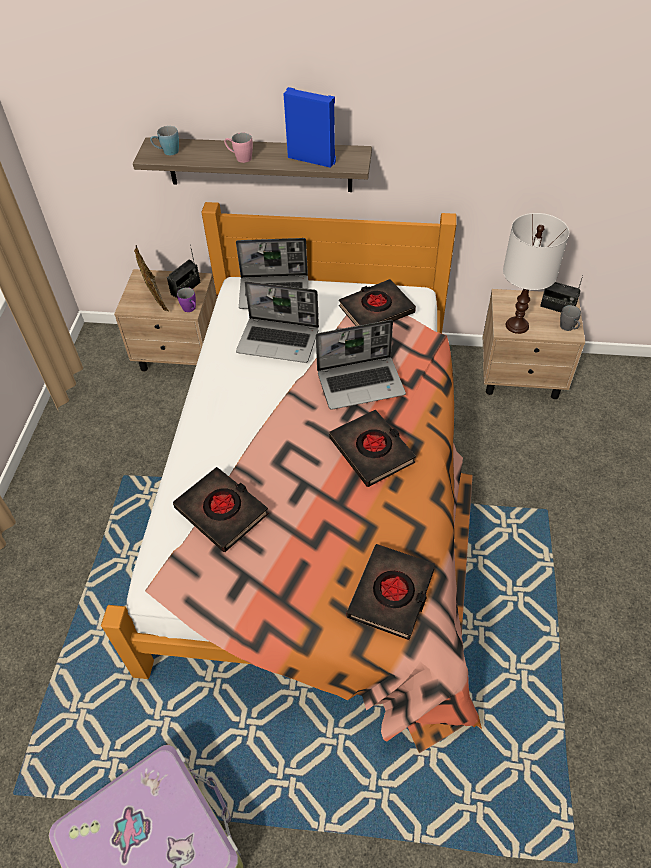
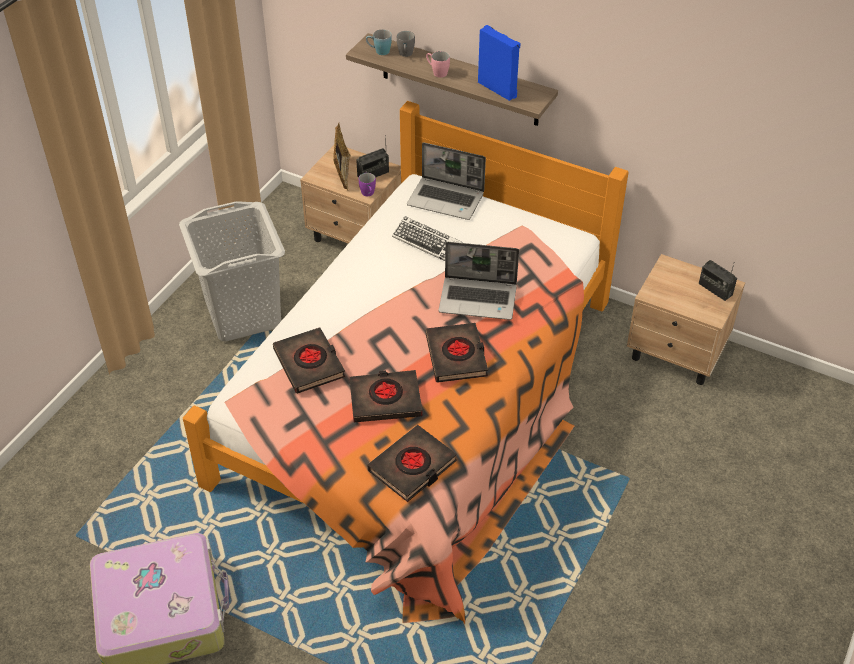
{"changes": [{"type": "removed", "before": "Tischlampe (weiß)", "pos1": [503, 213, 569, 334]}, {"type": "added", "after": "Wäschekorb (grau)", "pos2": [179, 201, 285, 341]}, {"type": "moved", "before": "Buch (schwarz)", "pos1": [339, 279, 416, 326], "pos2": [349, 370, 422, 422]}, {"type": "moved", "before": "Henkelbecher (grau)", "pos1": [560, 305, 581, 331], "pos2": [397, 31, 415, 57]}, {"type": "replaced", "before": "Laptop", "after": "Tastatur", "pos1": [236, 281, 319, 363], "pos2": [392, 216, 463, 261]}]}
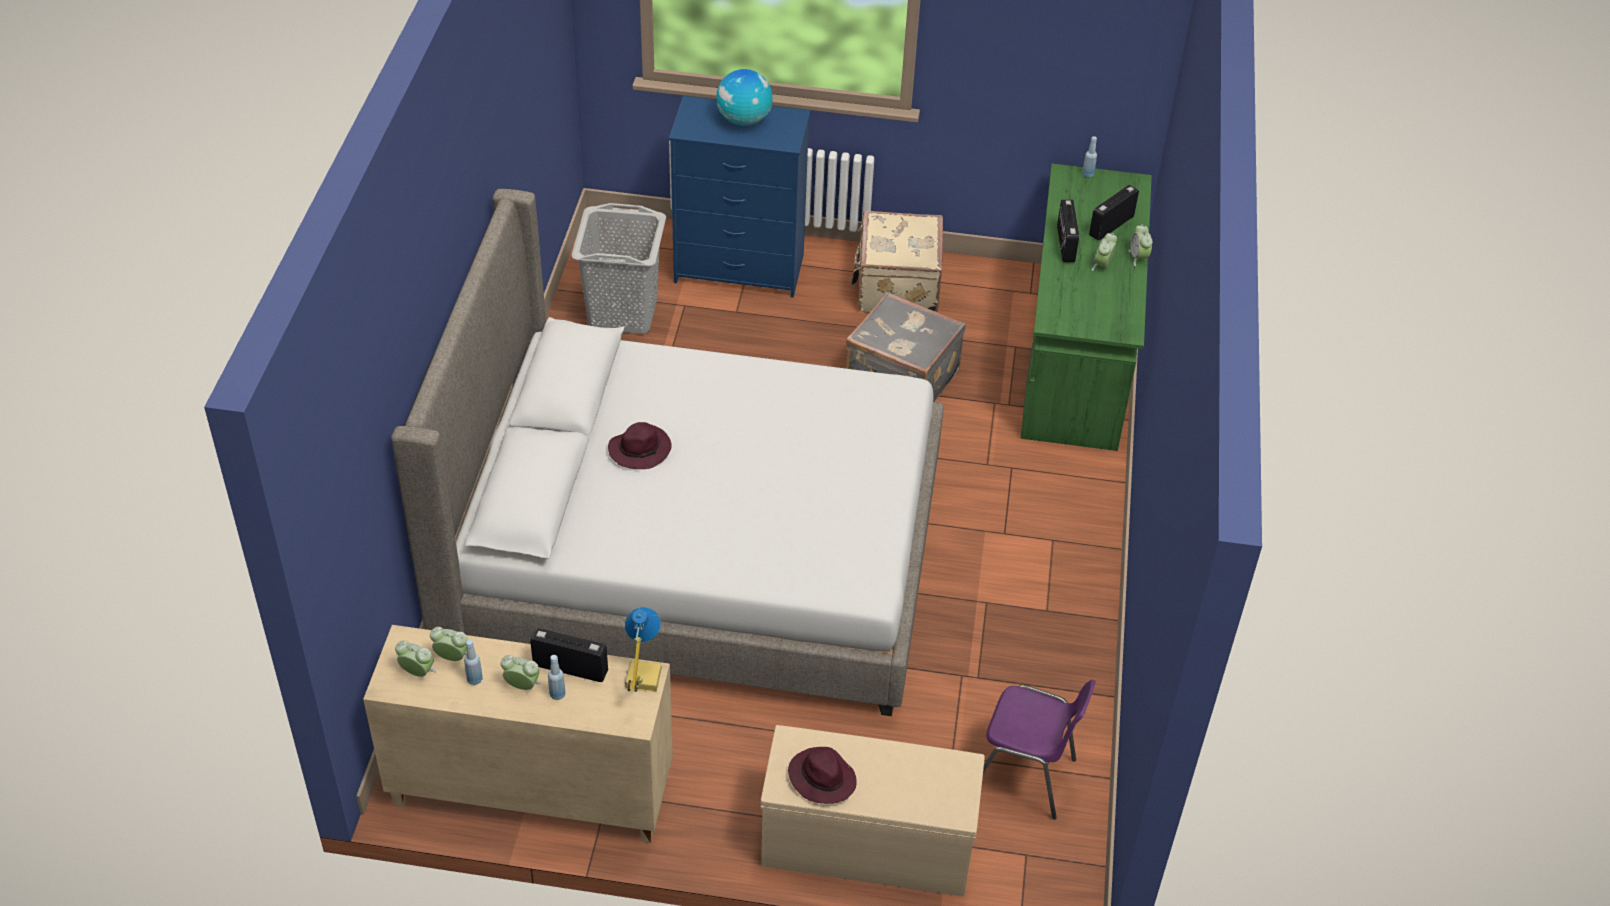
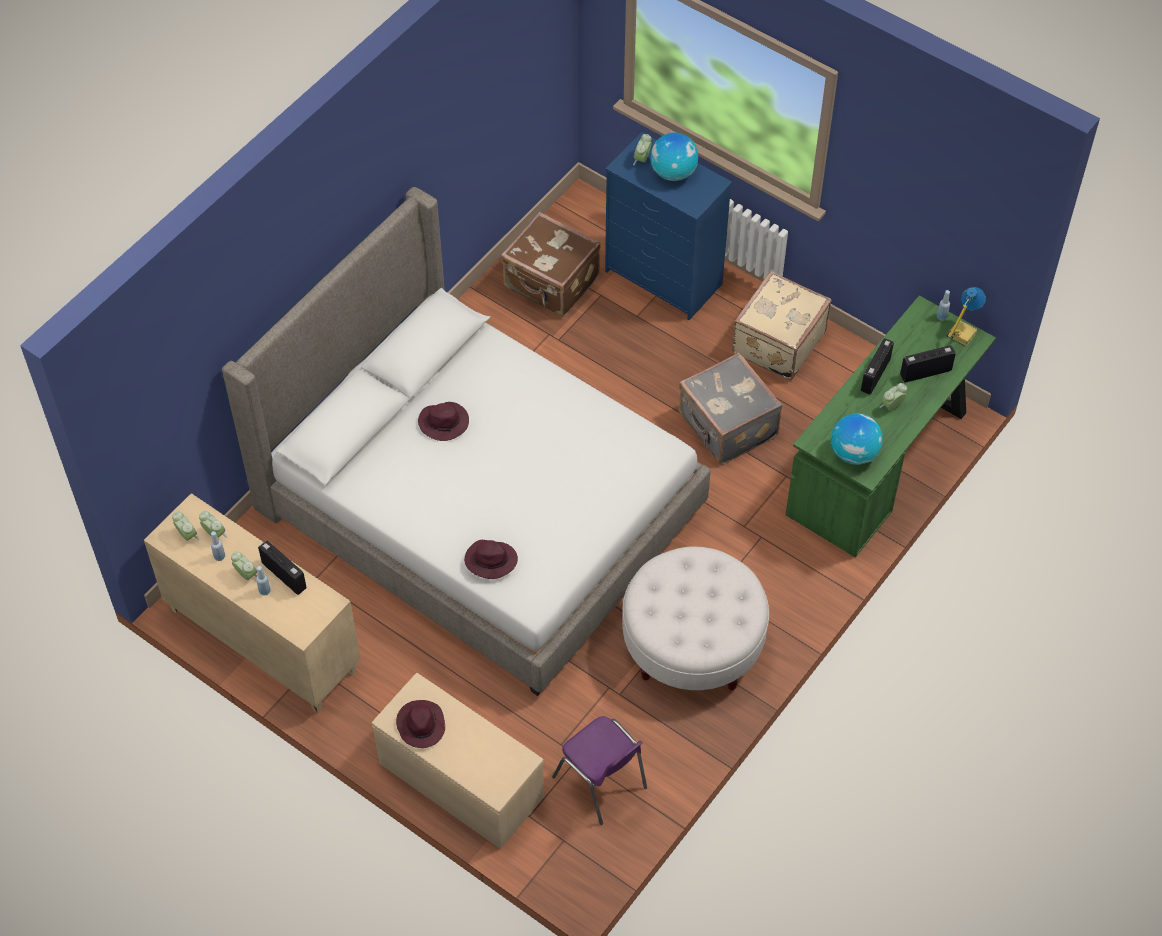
{"changes": [{"type": "added", "after": "Hut (lila)", "pos2": [464, 540, 518, 579]}, {"type": "added", "after": "Polsterhocker (weiß)", "pos2": [622, 547, 769, 690]}, {"type": "added", "after": "Globus", "pos2": [831, 413, 883, 465]}, {"type": "moved", "before": "Tischlampe", "pos1": [625, 607, 662, 692], "pos2": [946, 287, 986, 346]}, {"type": "moved", "before": "Wecker", "pos1": [1128, 224, 1153, 267], "pos2": [633, 134, 652, 166]}, {"type": "replaced", "before": "Wäschekorb (grau)", "after": "Koffer (braun)", "pos1": [571, 203, 666, 334], "pos2": [501, 212, 601, 317]}]}
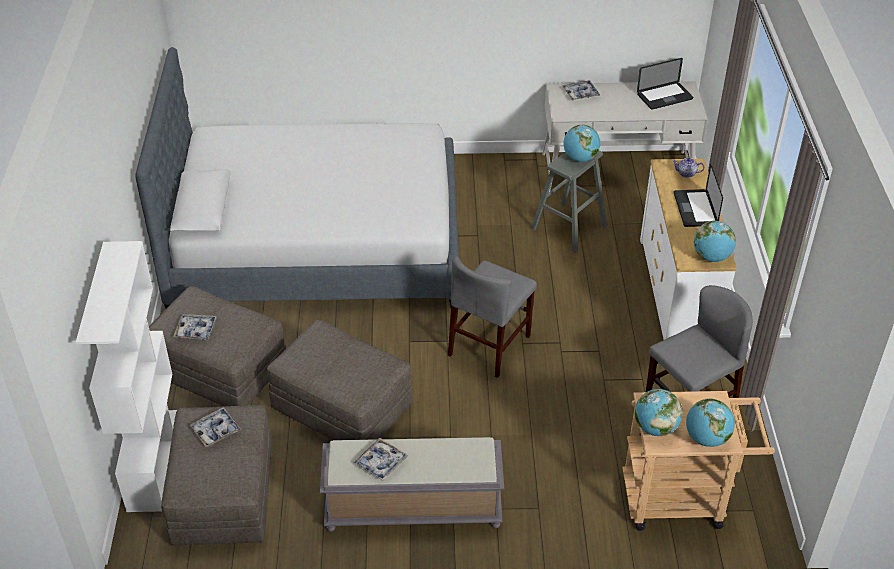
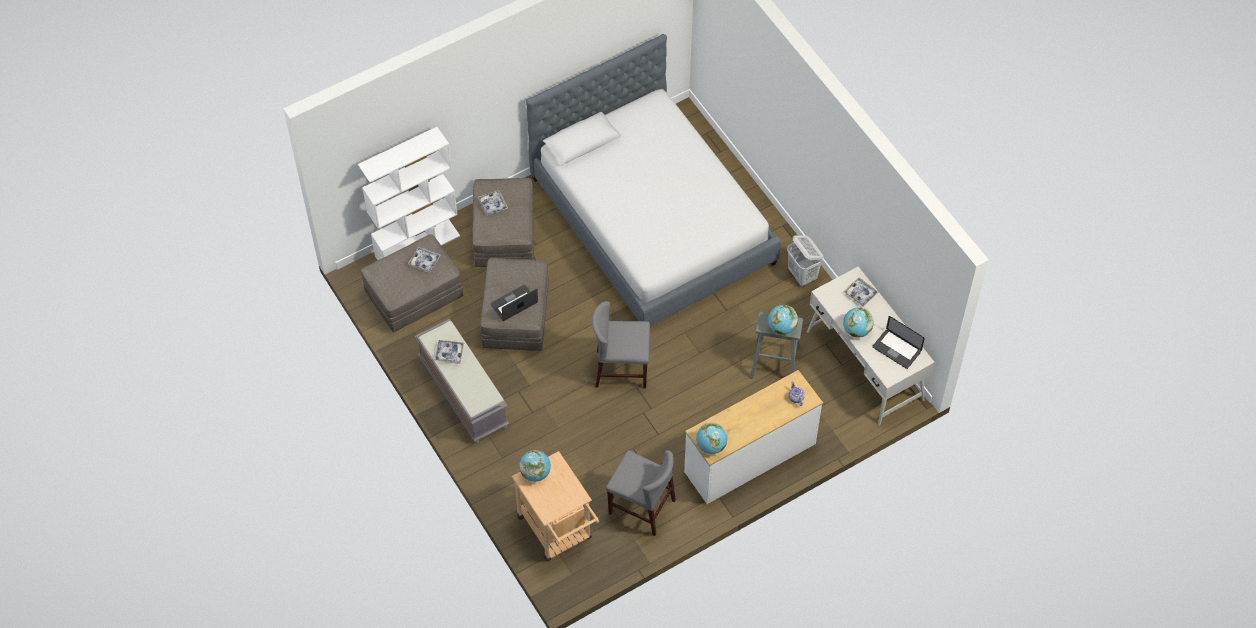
{"changes": [{"type": "added", "after": "Wäschekorb (weiß)", "pos2": [787, 235, 823, 287]}, {"type": "moved", "before": "Laptop", "pos1": [674, 164, 723, 227], "pos2": [491, 285, 538, 321]}, {"type": "moved", "before": "Globus", "pos1": [686, 398, 735, 447], "pos2": [843, 307, 874, 338]}]}
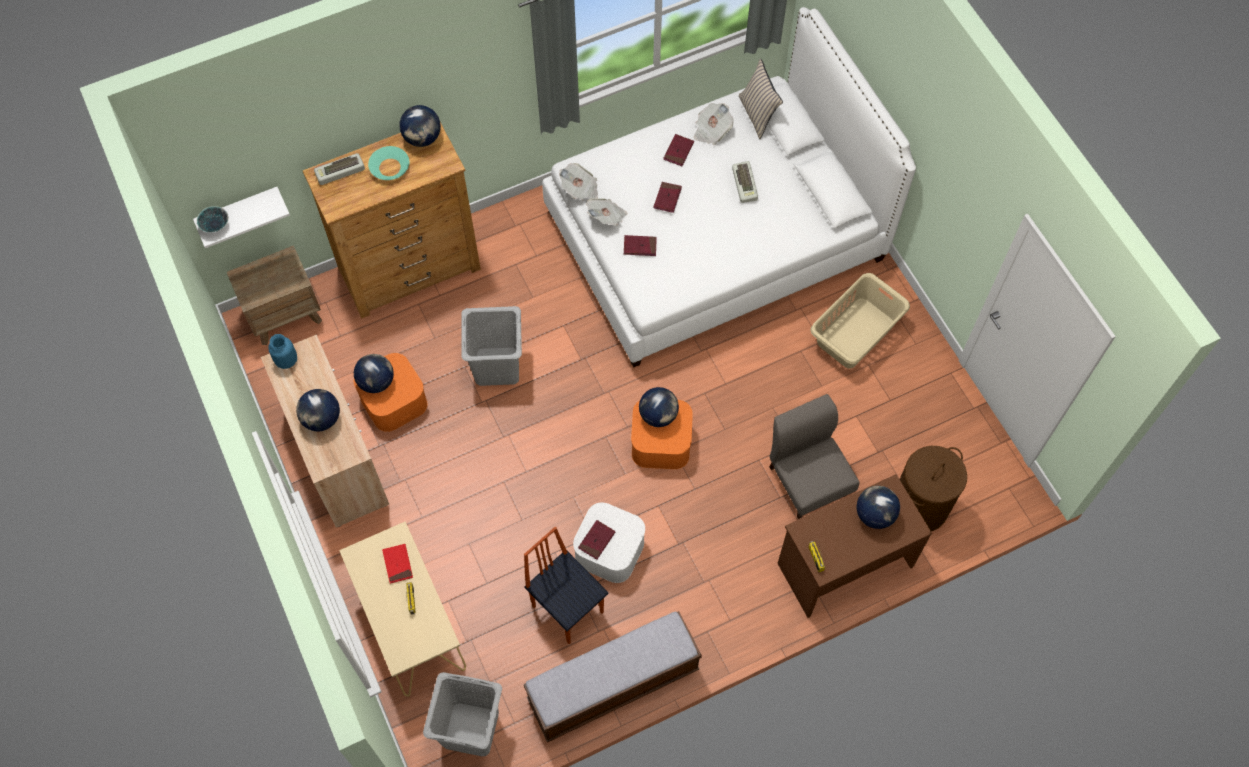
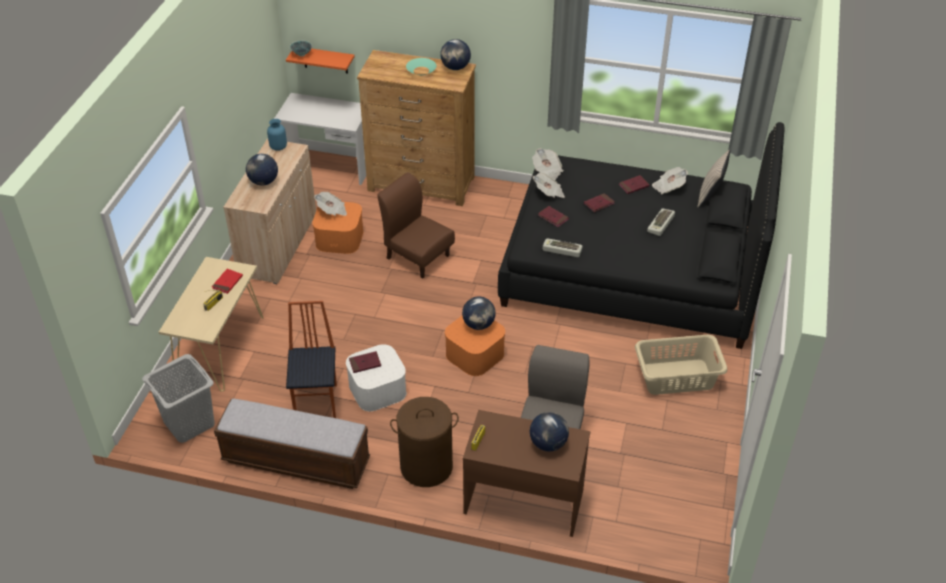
{"changes": [{"type": "moved", "before": "Tastatur", "pos1": [314, 153, 365, 185], "pos2": [543, 238, 583, 257]}, {"type": "moved", "before": "Wäschekorb (braun)", "pos1": [899, 446, 967, 531], "pos2": [390, 397, 459, 487]}, {"type": "replaced", "before": "Nachttisch (braun)", "after": "Schreibtisch (weiß)", "pos1": [227, 246, 322, 345], "pos2": [274, 93, 366, 185]}, {"type": "replaced", "before": "Globus", "after": "Zeitung", "pos1": [354, 354, 394, 393], "pos2": [314, 192, 347, 216]}, {"type": "replaced", "before": "Wäschekorb (grau)", "after": "Stuhl (braun)", "pos1": [462, 306, 522, 386], "pos2": [377, 172, 455, 278]}, {"type": "recoloured", "before": "Wandregal (weiß)", "after": "Wandregal (orange)", "pos1": [193, 187, 290, 248], "pos2": [286, 49, 355, 74]}, {"type": "recoloured", "before": "Bett (weiß)", "after": "Bett (schwarz)", "pos1": [542, 7, 916, 367], "pos2": [498, 122, 785, 349]}]}
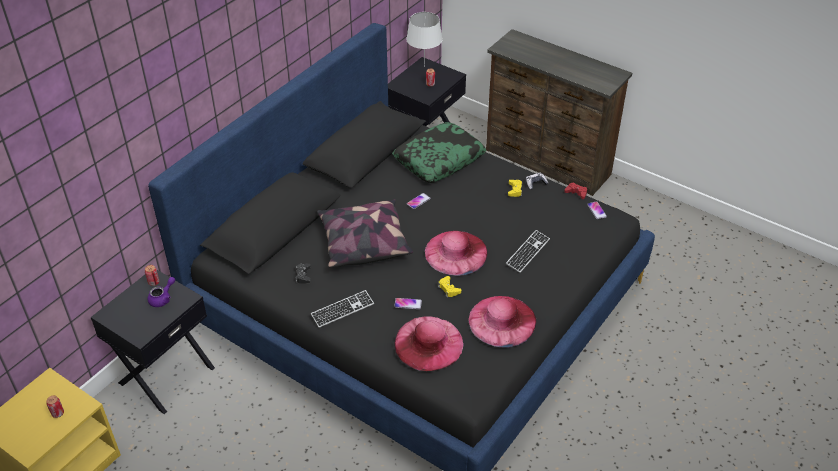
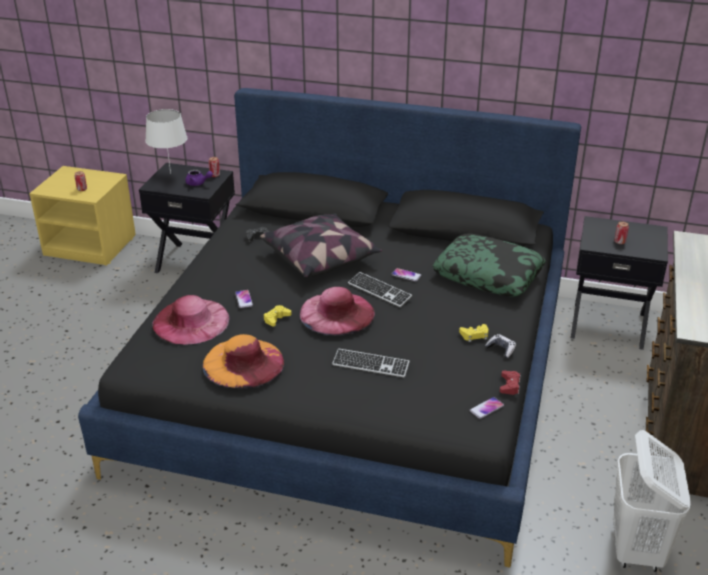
{"changes": [{"type": "added", "after": "Wäschekorb (weiß)", "pos2": [613, 430, 691, 572]}, {"type": "moved", "before": "Tastatur", "pos1": [311, 290, 374, 328], "pos2": [348, 272, 412, 307]}, {"type": "moved", "before": "Tischlampe (weiß)", "pos1": [406, 12, 443, 67], "pos2": [145, 109, 187, 174]}, {"type": "recoloured", "before": "Hut (rosa)", "after": "Hut (orange)", "pos1": [469, 296, 536, 348], "pos2": [203, 334, 284, 388]}]}
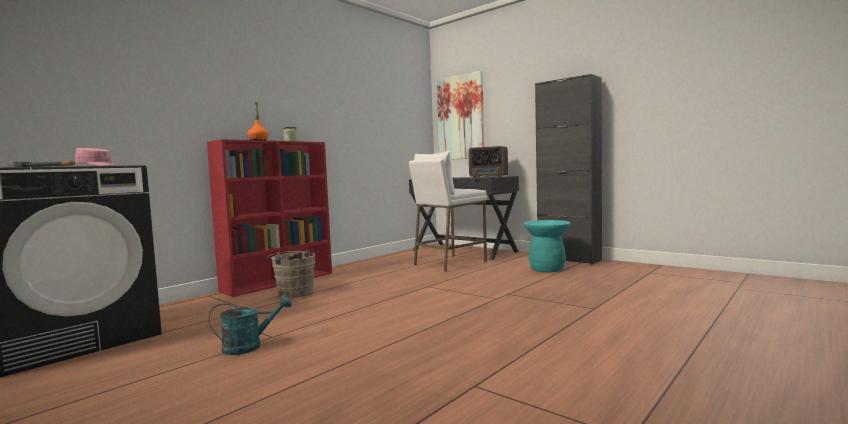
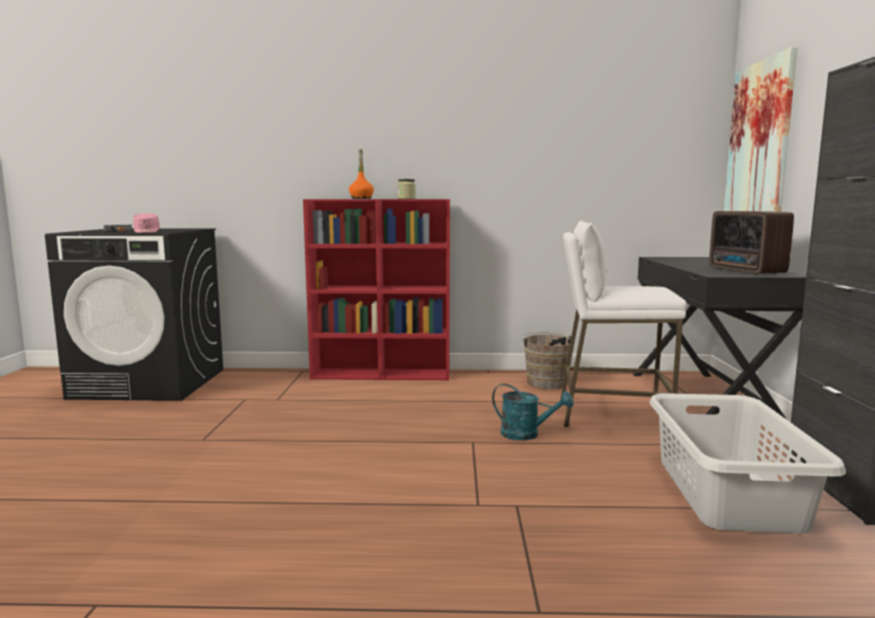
{"changes": [{"type": "moved", "before": "Gießkanne (türkis)", "pos1": [209, 295, 292, 355], "pos2": [492, 384, 573, 440]}, {"type": "moved", "before": "Eimer (braun)", "pos1": [267, 250, 315, 298], "pos2": [522, 332, 571, 389]}, {"type": "replaced", "before": "Hocker (türkis)", "after": "Wäschekorb (grau)", "pos1": [523, 220, 571, 272], "pos2": [650, 393, 846, 533]}]}
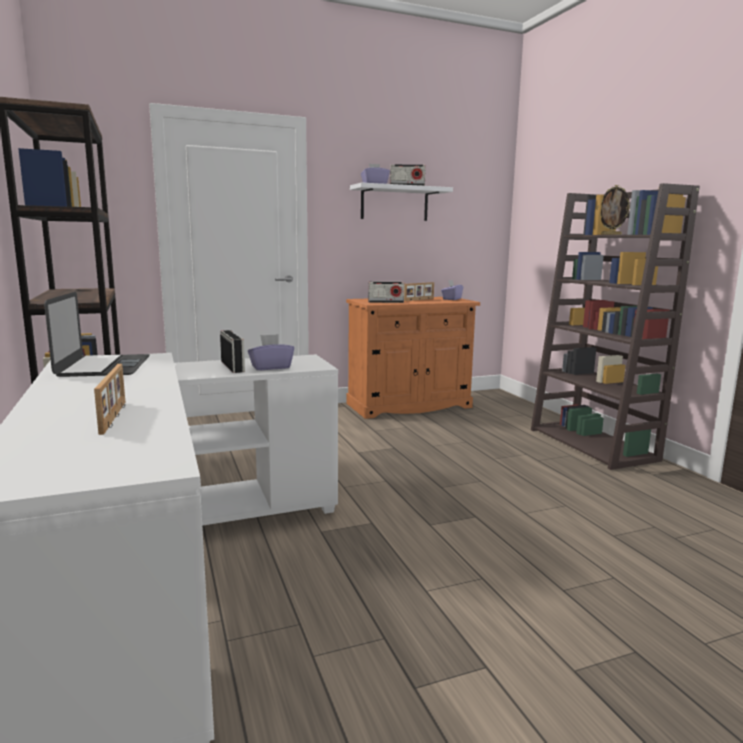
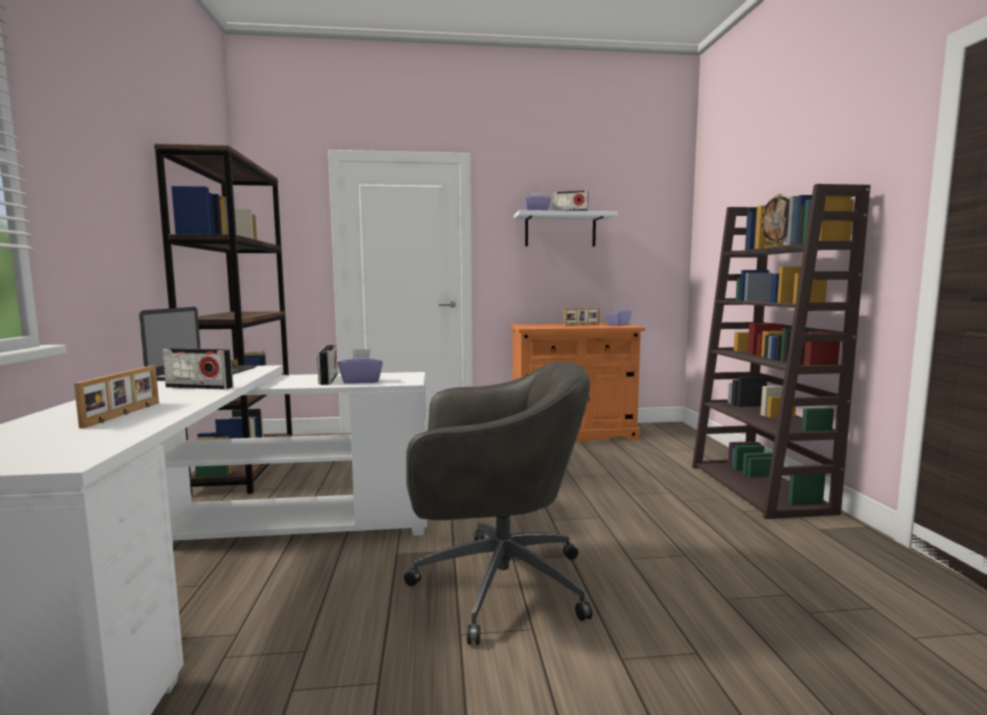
{"changes": [{"type": "added", "after": "Bürostuhl (grau)", "pos2": [404, 361, 593, 645]}, {"type": "moved", "before": "Radio", "pos1": [368, 282, 404, 303], "pos2": [162, 348, 233, 390]}]}
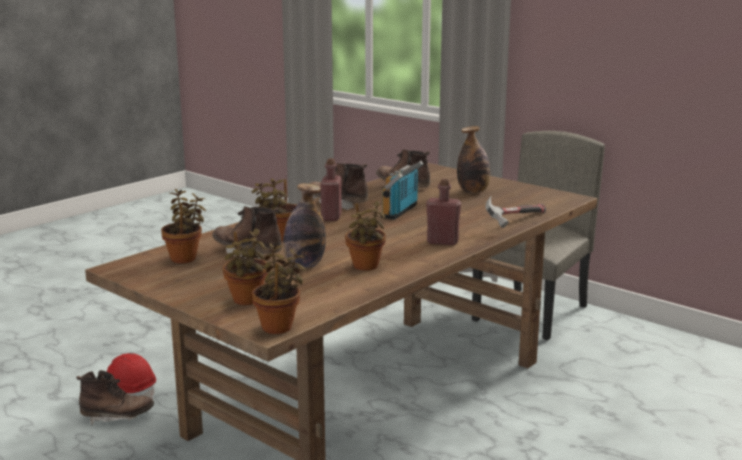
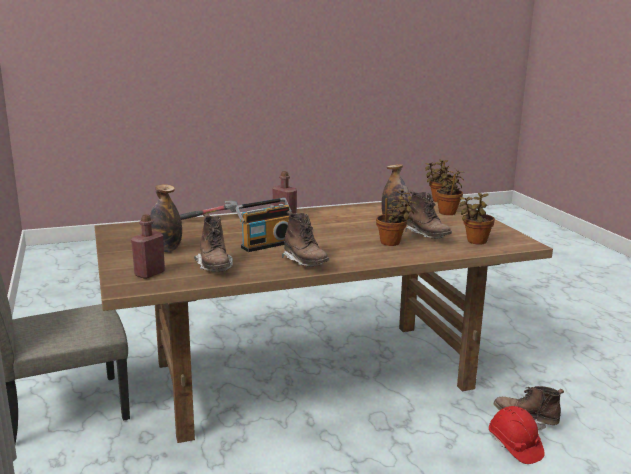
{"changes": [{"type": "removed", "before": "Topfpflanze", "pos1": [345, 201, 386, 270]}, {"type": "moved", "before": "Flasche (rot)", "pos1": [321, 158, 342, 221], "pos2": [131, 214, 165, 279]}]}
